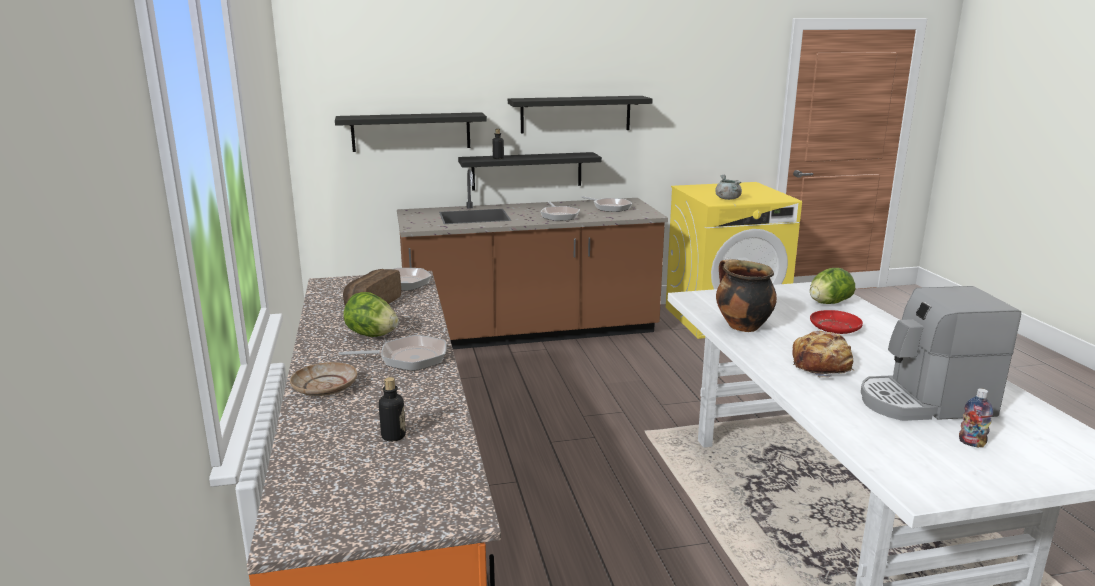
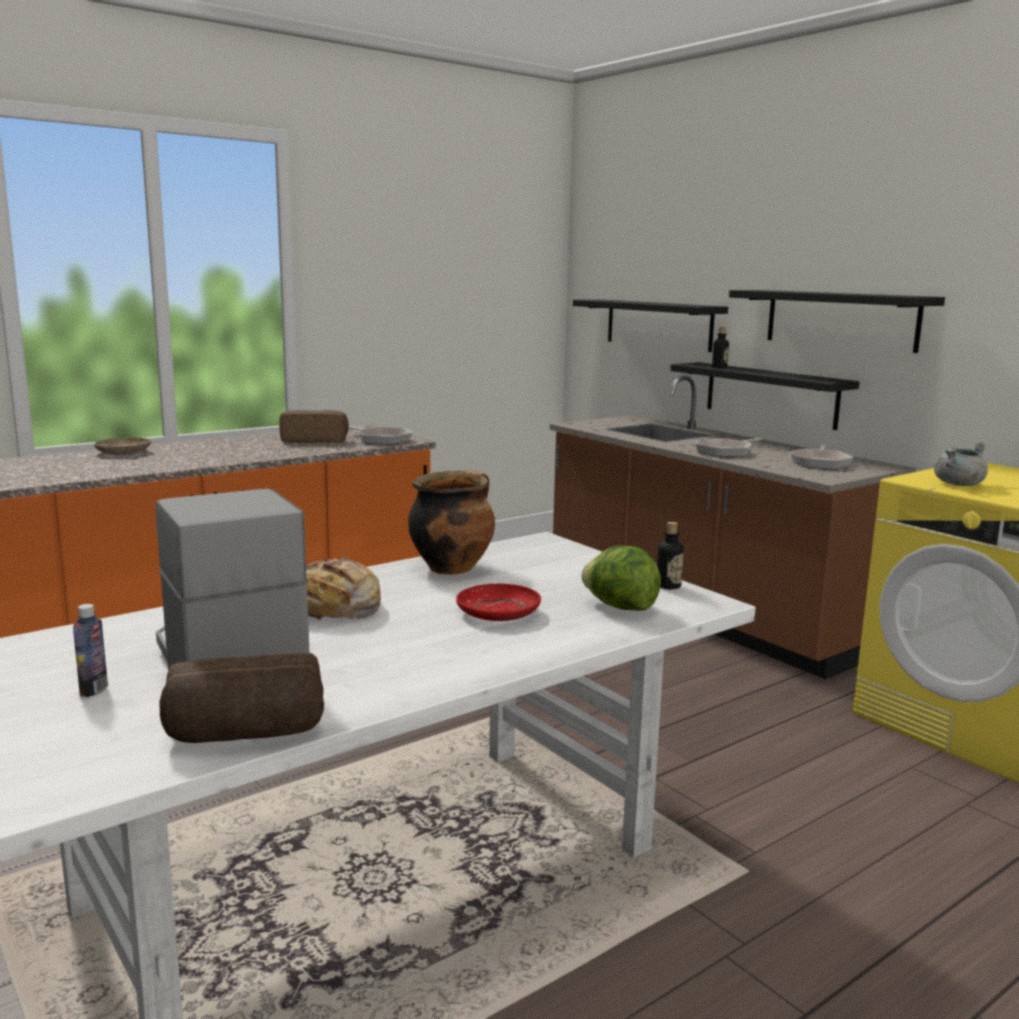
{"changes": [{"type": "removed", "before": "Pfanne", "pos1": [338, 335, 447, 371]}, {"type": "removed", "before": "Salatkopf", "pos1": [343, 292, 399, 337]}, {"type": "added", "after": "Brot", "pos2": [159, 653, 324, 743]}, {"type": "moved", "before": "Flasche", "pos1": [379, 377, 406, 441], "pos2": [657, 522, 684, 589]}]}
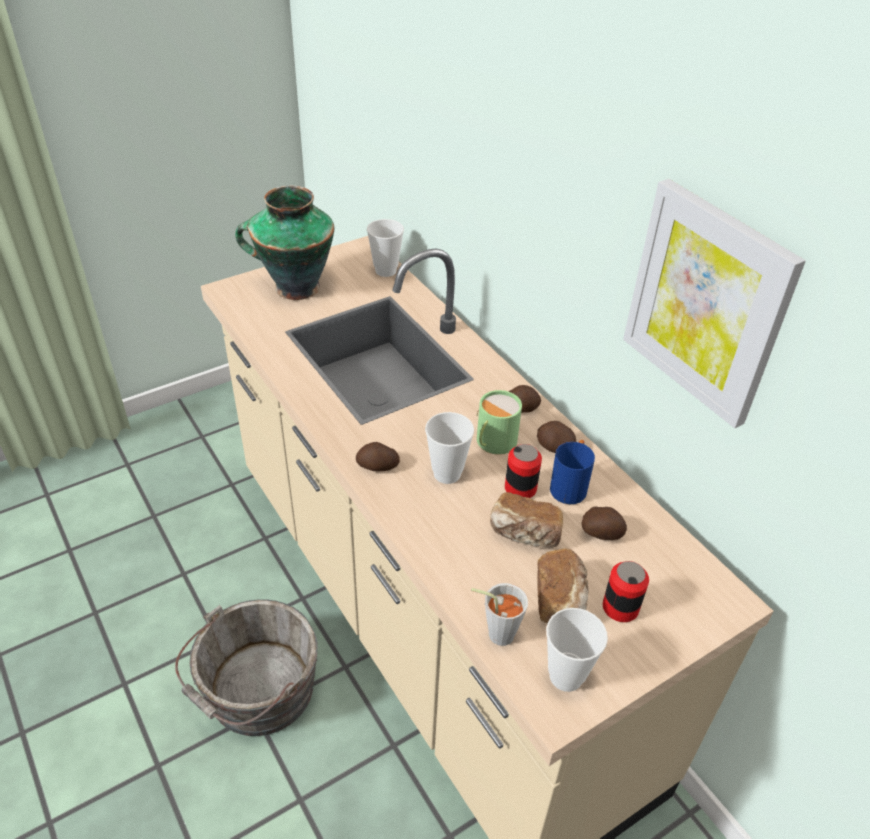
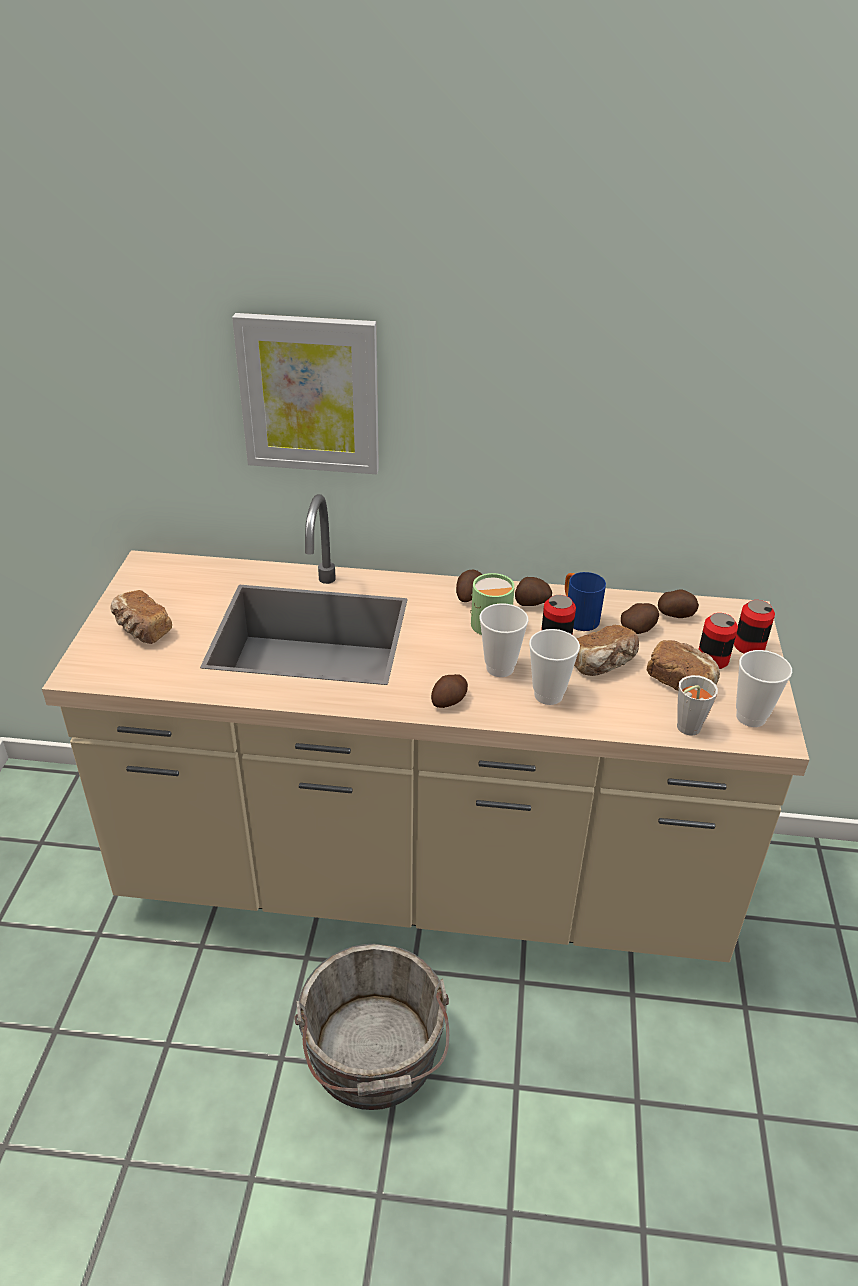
{"changes": [{"type": "added", "after": "Kartoffel", "pos2": [658, 589, 699, 618]}, {"type": "added", "after": "Dose", "pos2": [734, 600, 775, 654]}, {"type": "moved", "before": "Tasse", "pos1": [367, 219, 404, 277], "pos2": [529, 629, 580, 705]}, {"type": "moved", "before": "Bild", "pos1": [623, 179, 806, 428], "pos2": [232, 313, 379, 474]}, {"type": "replaced", "before": "Vase", "after": "Brot", "pos1": [235, 186, 334, 300], "pos2": [111, 590, 172, 644]}]}
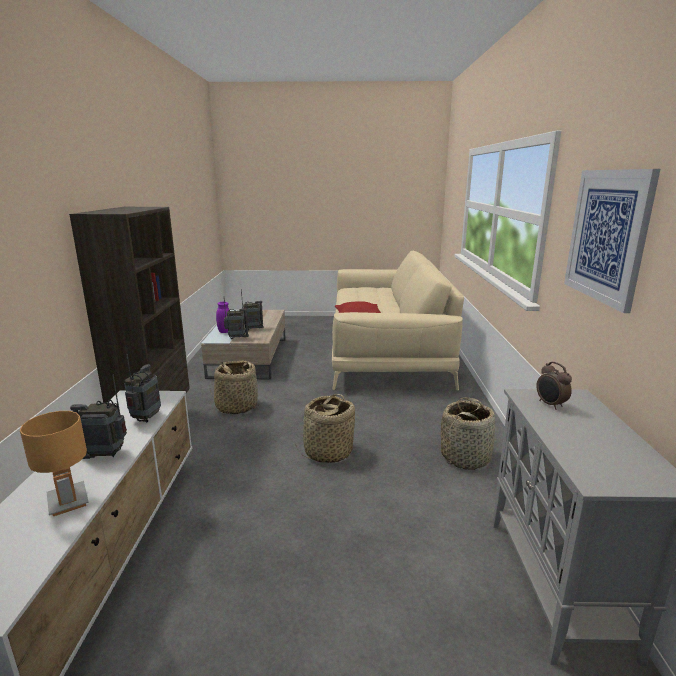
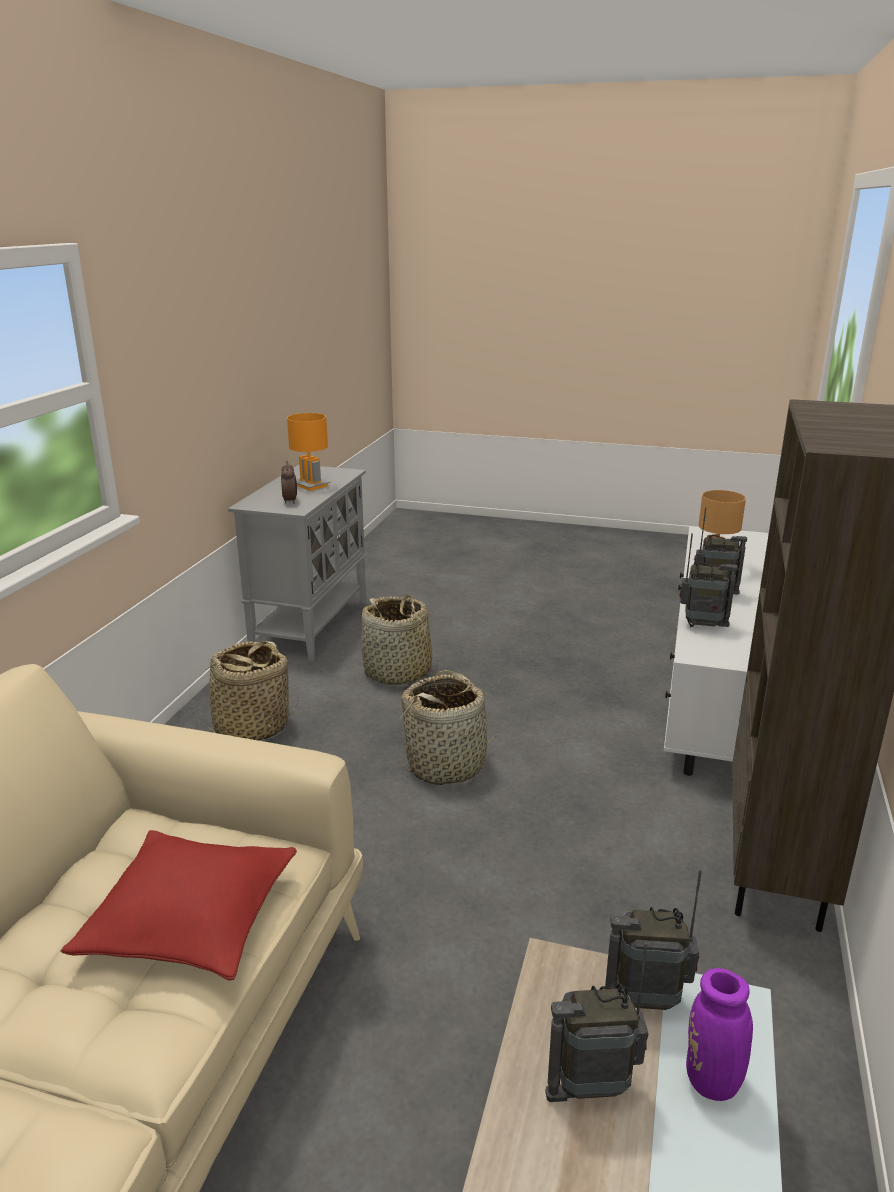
{"changes": [{"type": "removed", "before": "Bild", "pos1": [564, 169, 660, 313]}, {"type": "added", "after": "Tischlampe (orange)", "pos2": [287, 413, 331, 491]}, {"type": "moved", "before": "Korb", "pos1": [209, 361, 260, 414], "pos2": [361, 594, 438, 685]}, {"type": "turned", "before": "Radio", "pos1": [124, 354, 161, 423], "pos2": [679, 533, 738, 627], "turn": -105}]}
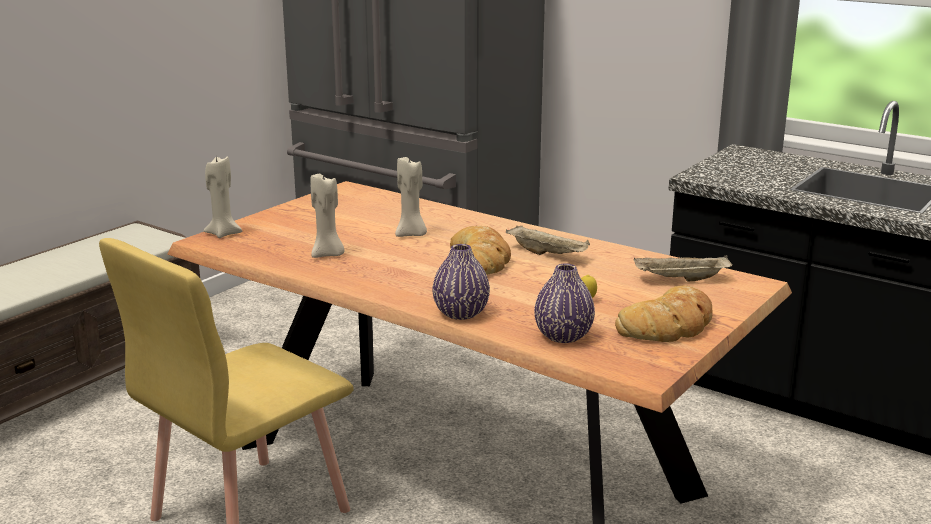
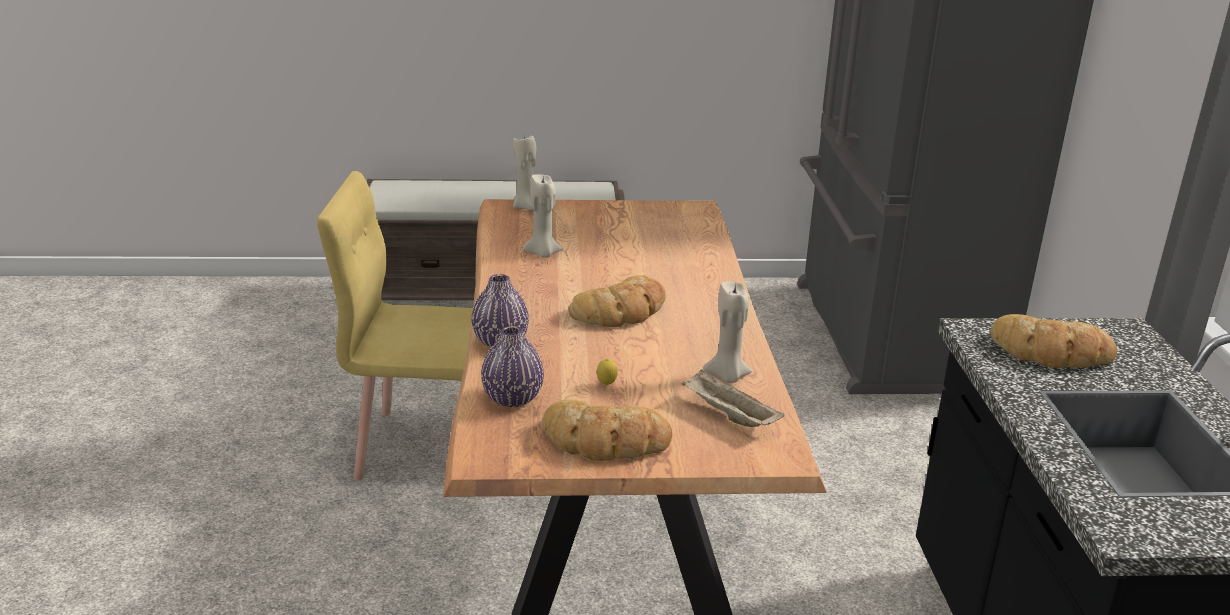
{"changes": [{"type": "removed", "before": "Tablett (beige)", "pos1": [506, 226, 590, 255]}, {"type": "added", "after": "Brot", "pos2": [990, 314, 1117, 368]}, {"type": "moved", "before": "Kerze (beige)", "pos1": [395, 155, 427, 237], "pos2": [703, 282, 752, 383]}]}
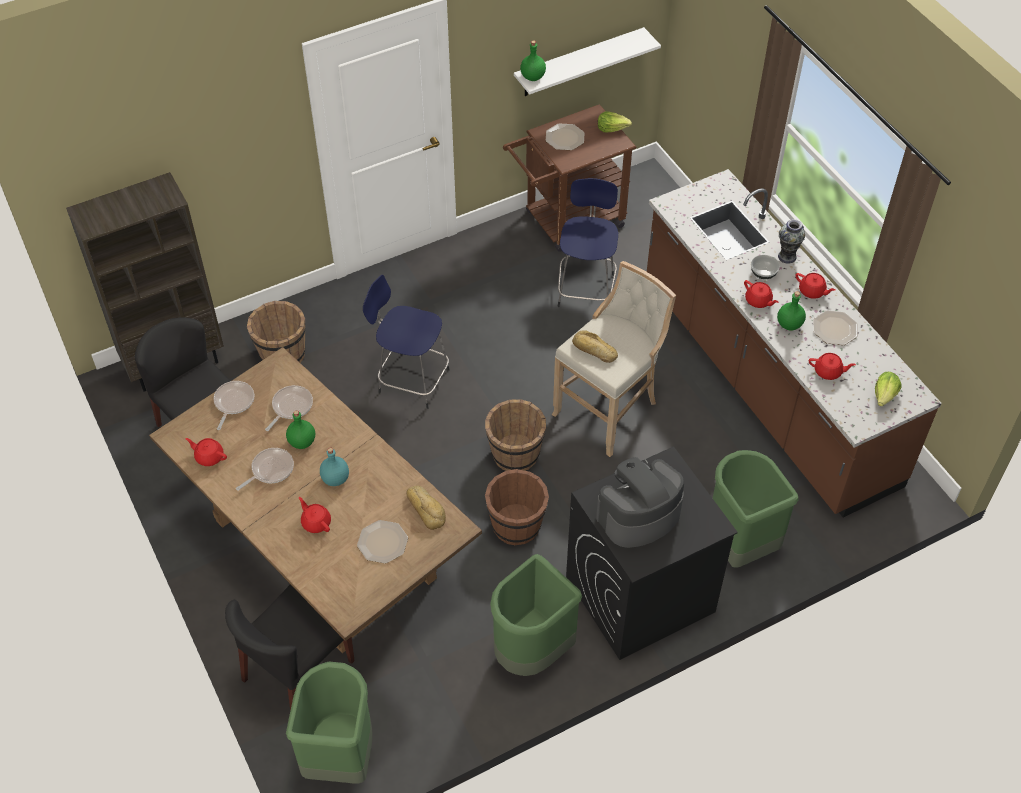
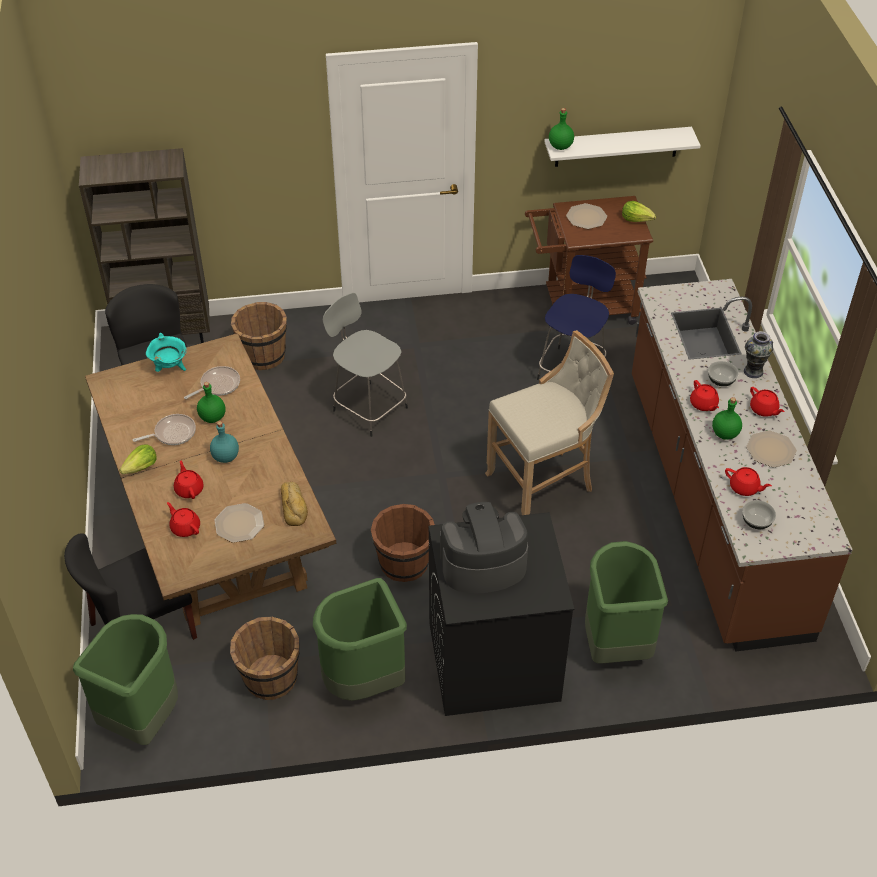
{"changes": [{"type": "removed", "before": "Brot", "pos1": [572, 330, 618, 363]}, {"type": "added", "after": "Schüssel", "pos2": [742, 500, 776, 529]}, {"type": "moved", "before": "Teekanne (rot)", "pos1": [186, 438, 227, 466], "pos2": [167, 502, 200, 537]}, {"type": "moved", "before": "Eimer (braun)", "pos1": [485, 399, 546, 471], "pos2": [230, 616, 300, 700]}, {"type": "moved", "before": "Salatkopf", "pos1": [875, 372, 902, 406], "pos2": [119, 444, 157, 474]}, {"type": "replaced", "before": "Pfanne", "after": "Kochtopf (türkis)", "pos1": [213, 381, 254, 430], "pos2": [146, 333, 186, 372]}, {"type": "recoloured", "before": "Hocker (blau)", "after": "Hocker (grau)", "pos1": [363, 275, 450, 409], "pos2": [323, 293, 408, 437]}]}
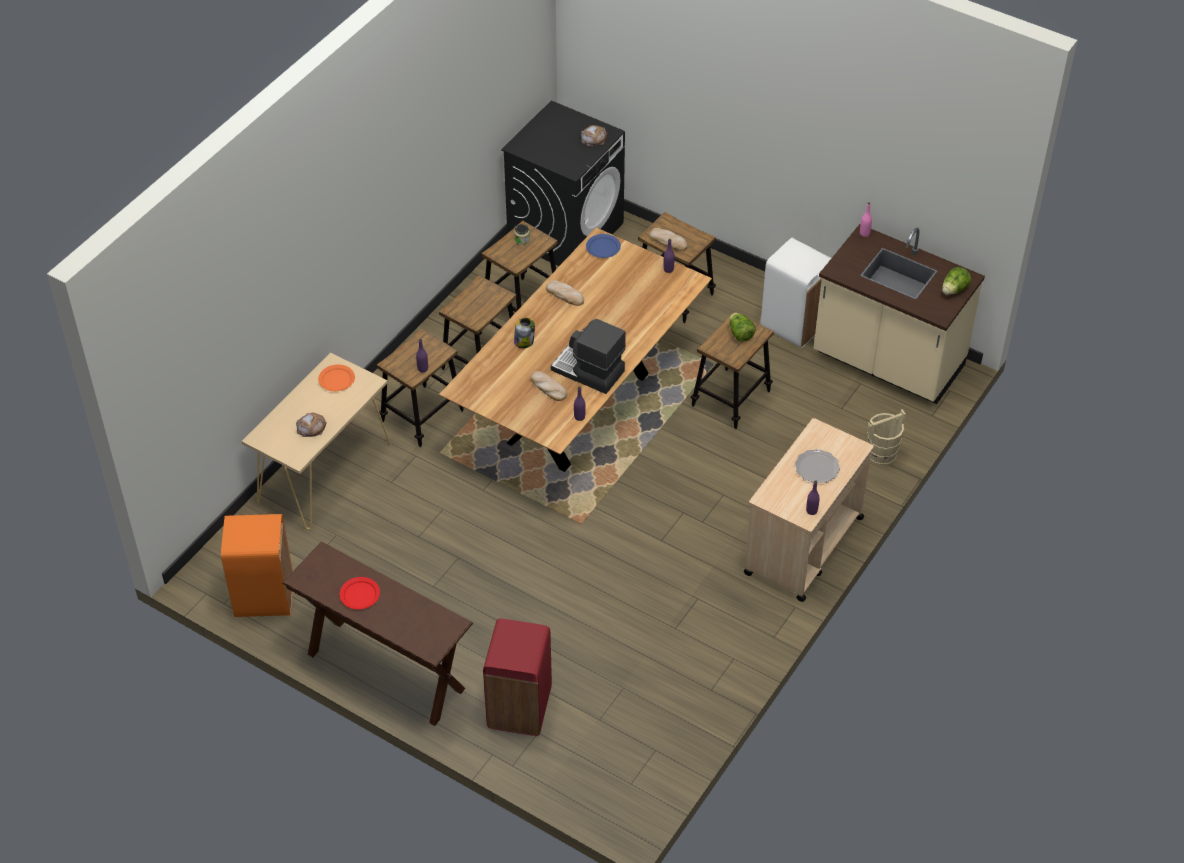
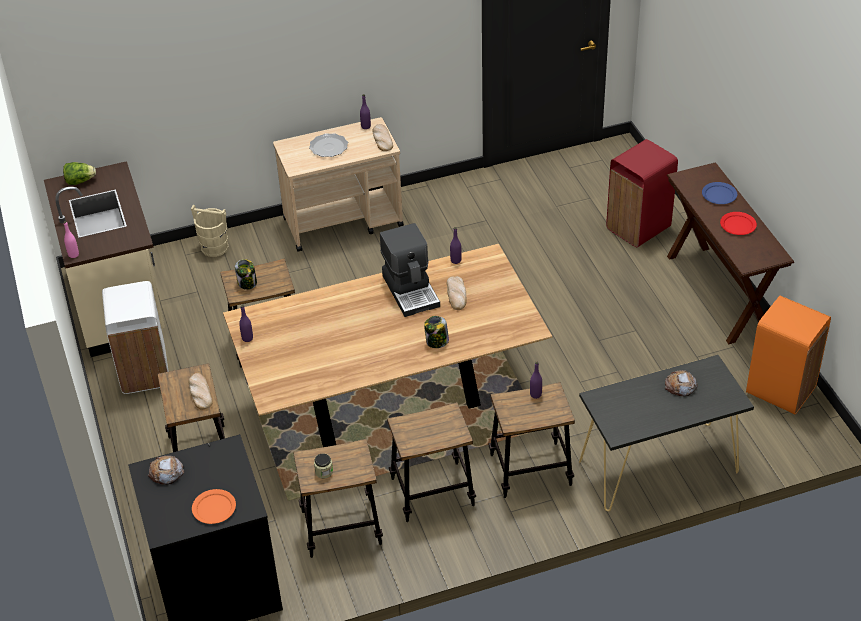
{"changes": [{"type": "moved", "before": "Teller (orange)", "pos1": [318, 365, 355, 391], "pos2": [192, 489, 236, 524]}, {"type": "moved", "before": "Brot", "pos1": [546, 280, 584, 306], "pos2": [372, 124, 393, 151]}, {"type": "moved", "before": "Teller (blau)", "pos1": [586, 234, 621, 258], "pos2": [702, 182, 737, 204]}, {"type": "replaced", "before": "Salatkopf", "after": "Vorratsglas", "pos1": [729, 313, 756, 342], "pos2": [235, 259, 257, 290]}, {"type": "recoloured", "before": "Konsolentisch (beige)", "after": "Konsolentisch (schwarz)", "pos1": [242, 353, 391, 530], "pos2": [579, 355, 754, 511]}]}
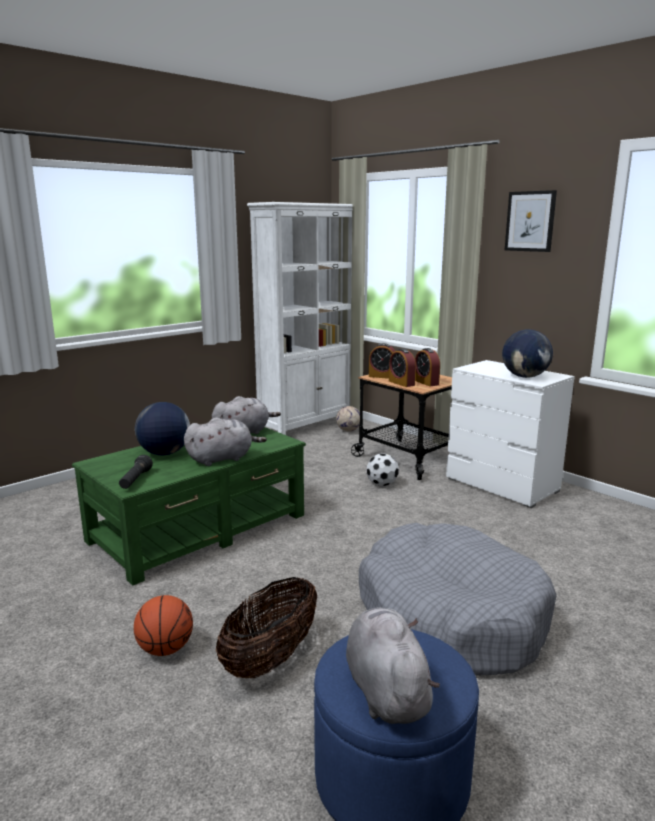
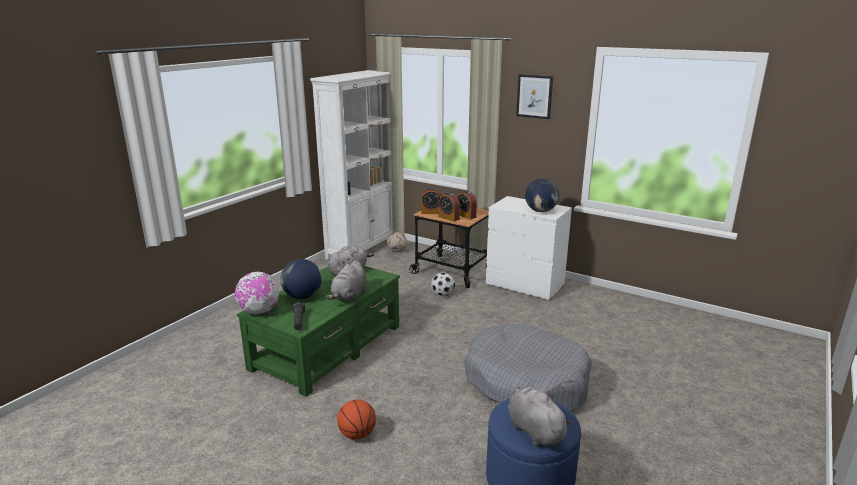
{"changes": [{"type": "removed", "before": "Korb", "pos1": [216, 577, 317, 678]}, {"type": "added", "after": "Globus", "pos2": [235, 272, 279, 314]}, {"type": "turned", "before": "Plüschtier (grau)", "pos1": [184, 418, 267, 466], "pos2": [326, 260, 367, 302], "turn": 150}]}
